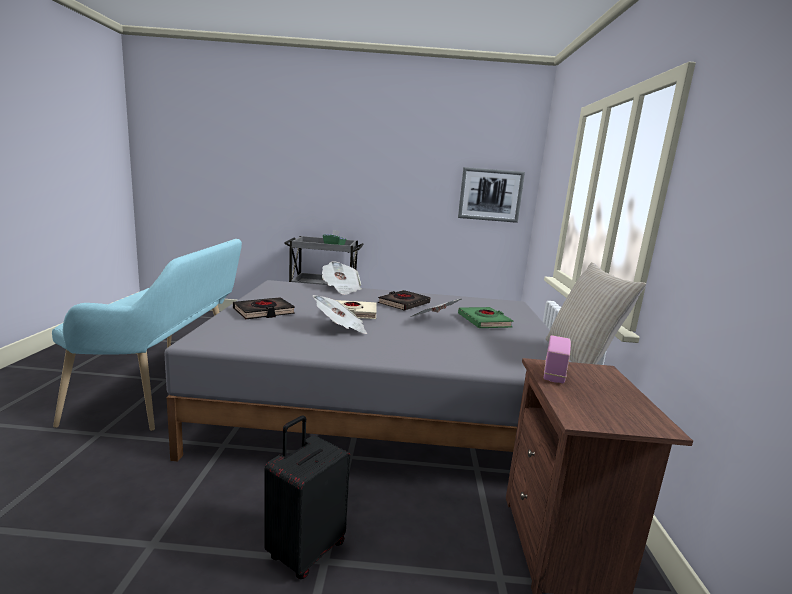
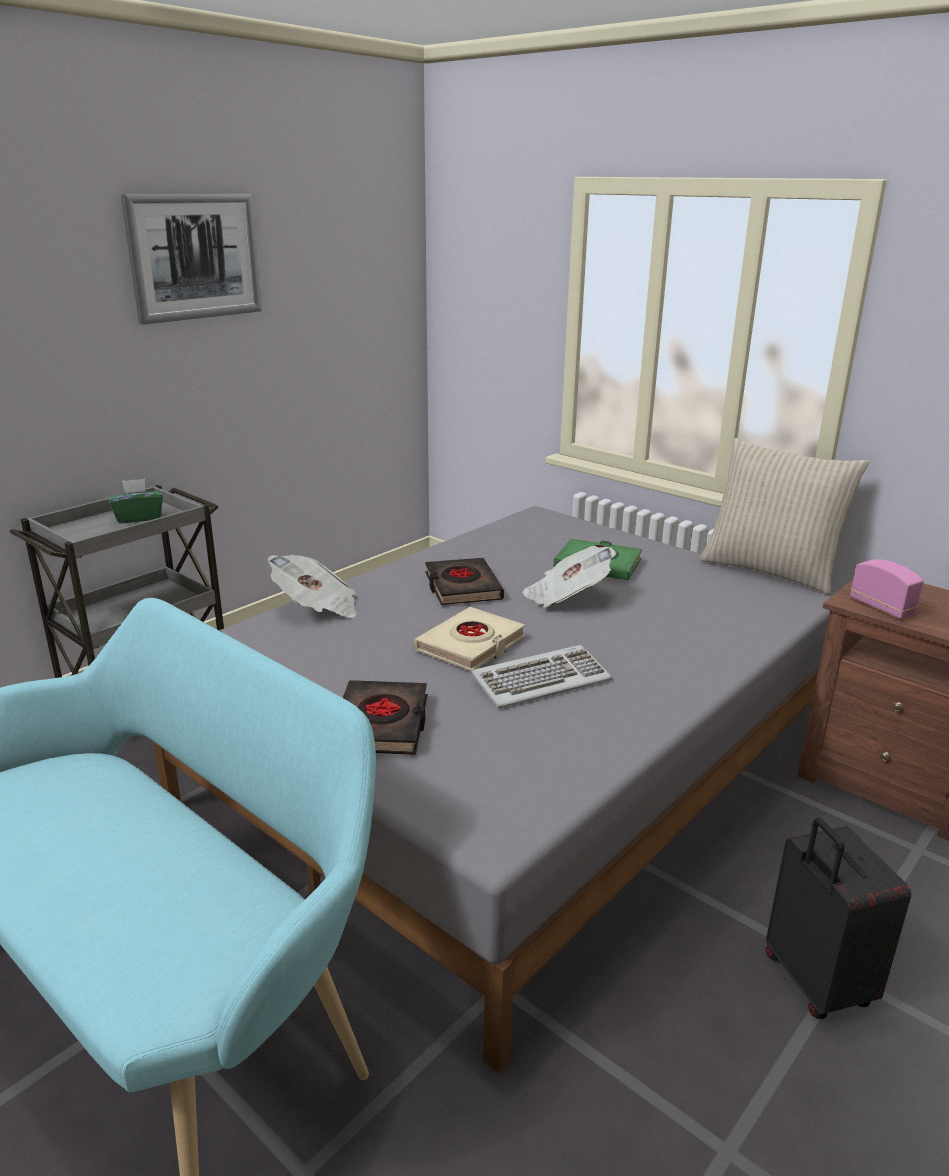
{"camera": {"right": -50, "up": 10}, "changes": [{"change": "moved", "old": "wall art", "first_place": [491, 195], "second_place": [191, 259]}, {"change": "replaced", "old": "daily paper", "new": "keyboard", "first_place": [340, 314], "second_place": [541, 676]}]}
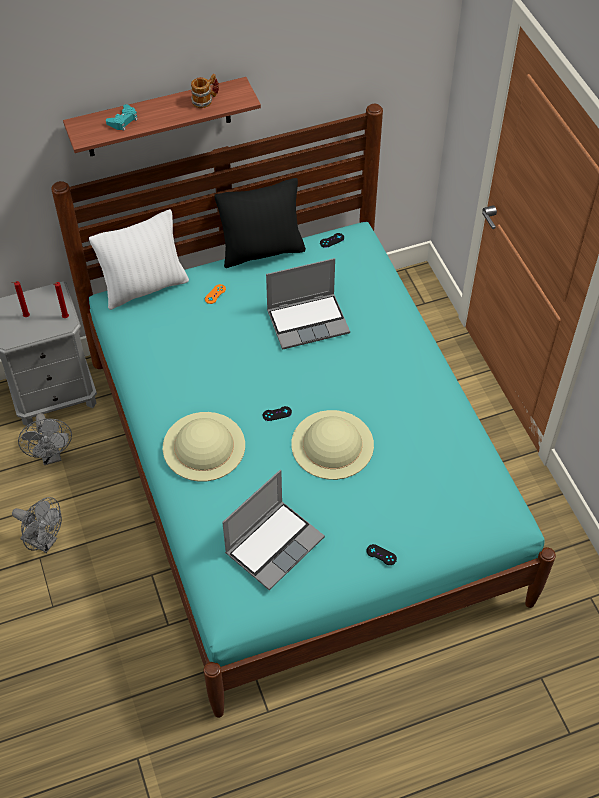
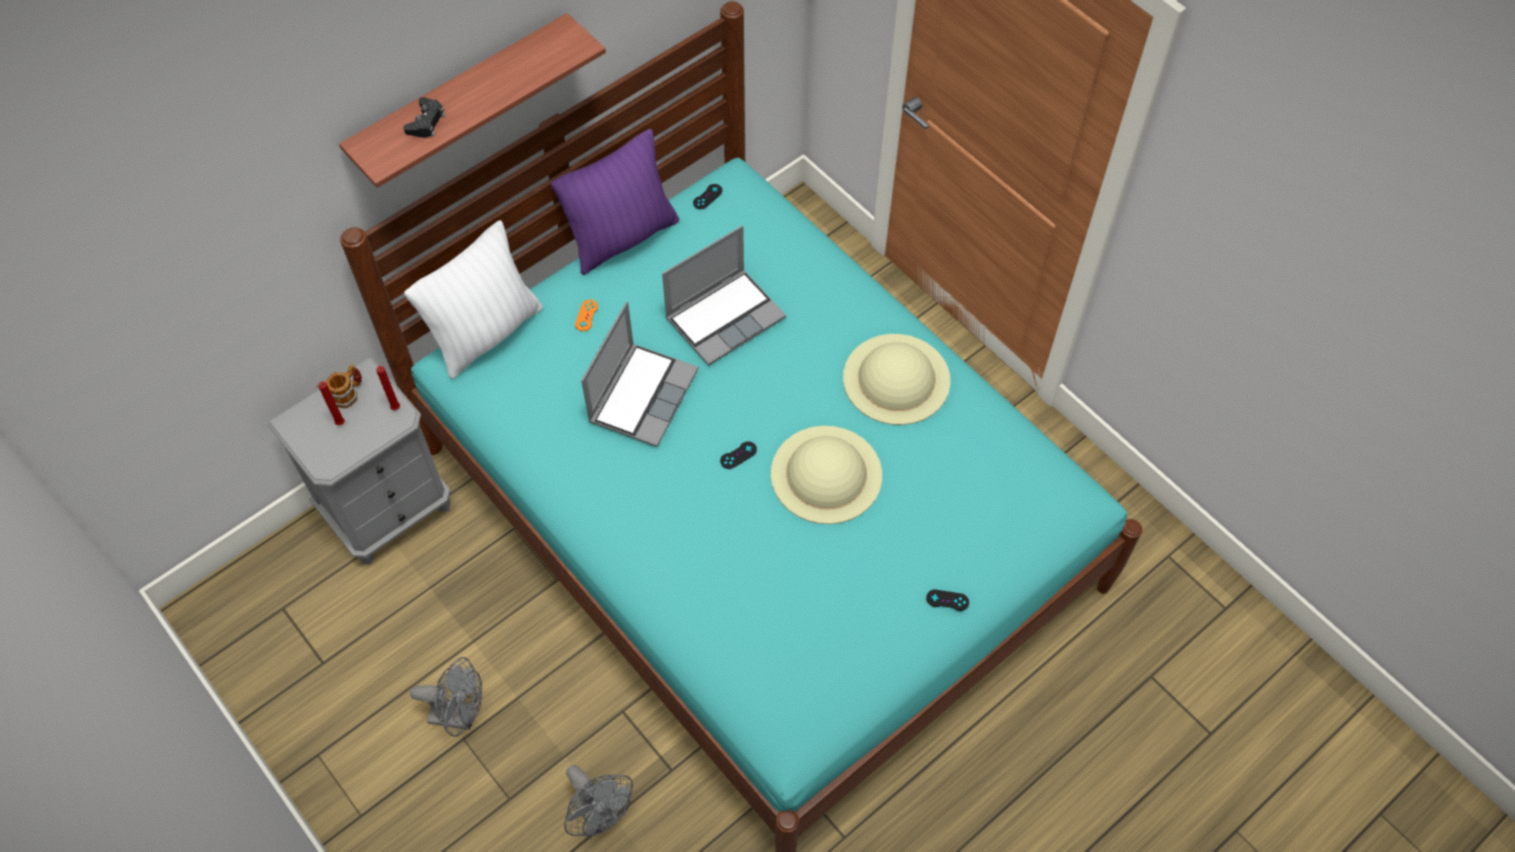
{"camera": {"right": -20, "up": 5}, "changes": [{"change": "moved", "old": "coffee mug", "first_place": [205, 91], "second_place": [344, 386]}, {"change": "recoloured", "old": "gamepad (turquoise)", "new": "gamepad (blackish)", "first_place": [122, 117], "second_place": [424, 117]}, {"change": "recoloured", "old": "pillow (blackish)", "new": "pillow (purple)", "first_place": [260, 223], "second_place": [615, 202]}, {"change": "moved", "old": "clothing hat (beige-coloured)", "first_place": [204, 447], "second_place": [896, 379]}, {"change": "moved", "old": "electric fan (gray)", "first_place": [45, 439], "second_place": [598, 800]}, {"change": "moved", "old": "portable computer", "first_place": [273, 530], "second_place": [639, 374]}]}
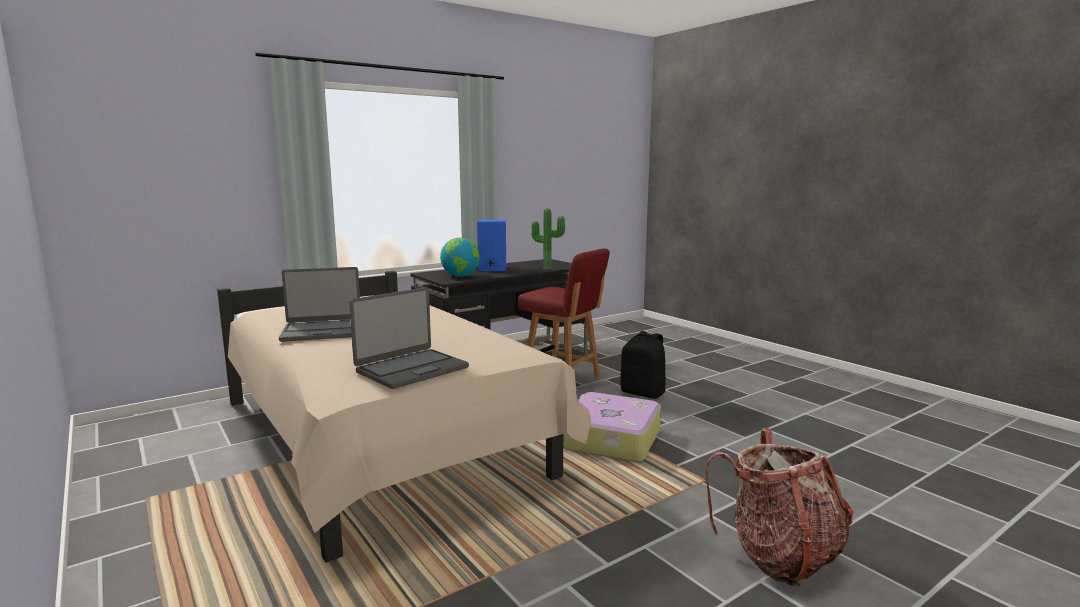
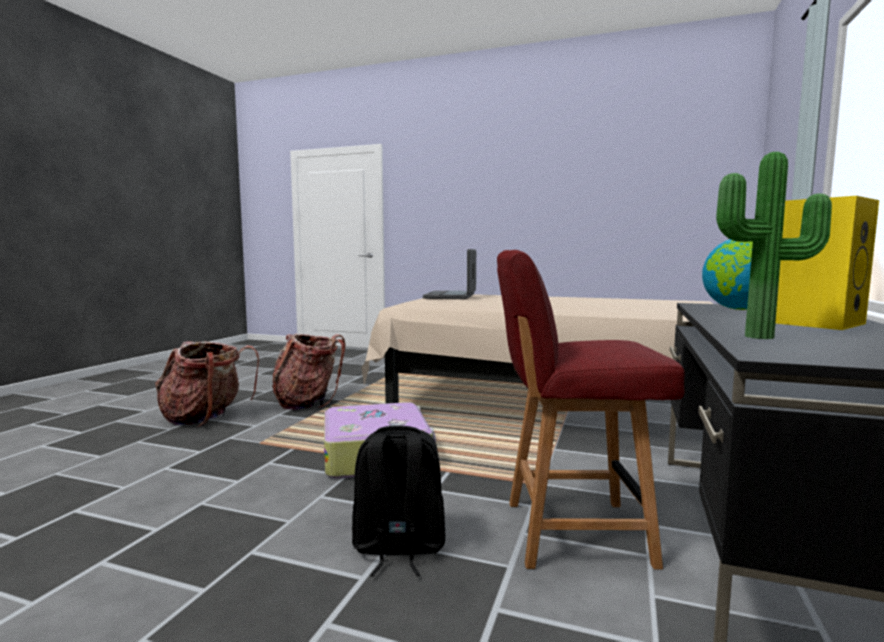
{"camera": {"right": 145, "up": -5}, "changes": [{"change": "recoloured", "old": "audio speaker (blue-coloured)", "new": "audio speaker (yellow)", "first_place": [491, 245], "second_place": [827, 263]}, {"change": "removed", "old": "portable computer", "first_place": [319, 304]}, {"change": "added", "new": "knapsack", "second_place": [309, 371]}]}
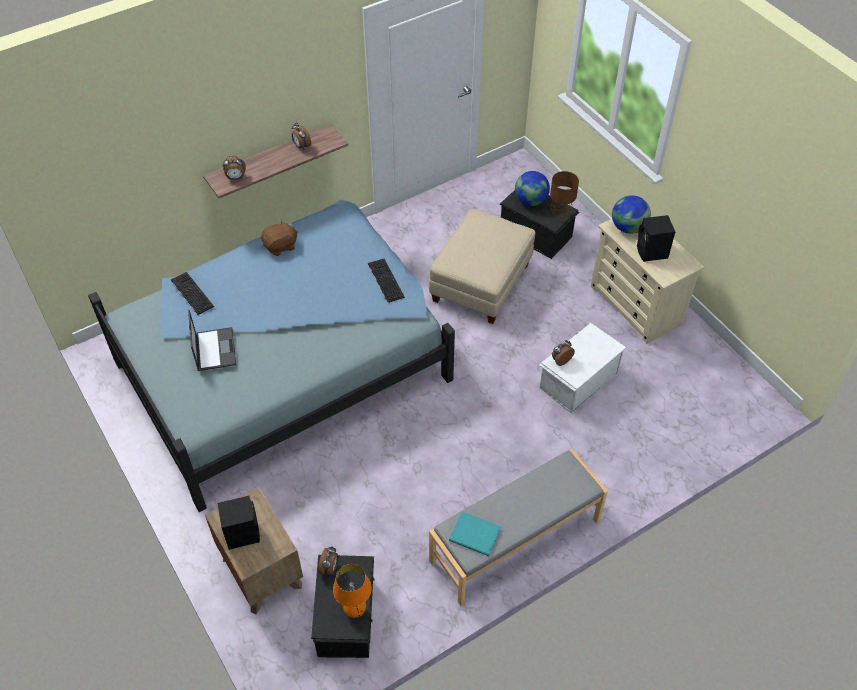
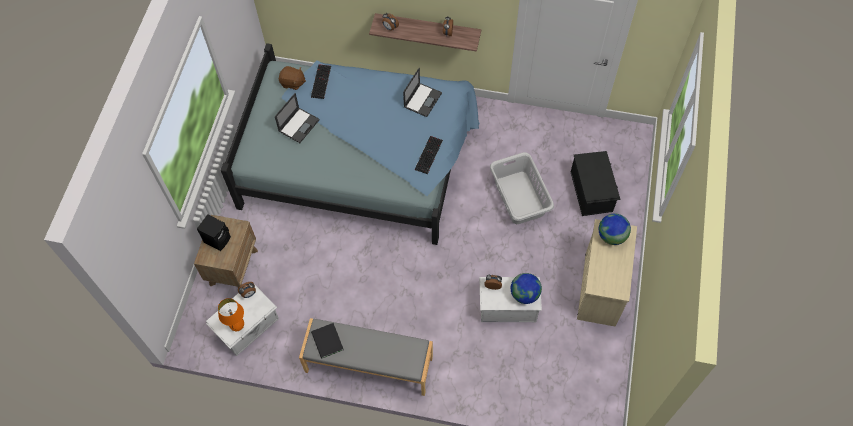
{"camera": {"right": 45, "up": 10}, "changes": [{"change": "moved", "old": "globe", "first_place": [532, 188], "second_place": [526, 288]}, {"change": "removed", "old": "lamp for a table (brownish)", "first_place": [564, 195]}, {"change": "replaced", "old": "ottoman (beige-coloured)", "new": "washing basket (gray)", "first_place": [482, 266], "second_place": [522, 188]}, {"change": "removed", "old": "audio speaker (blackish)", "first_place": [656, 238]}, {"change": "moved", "old": "cuddly toy (brownish)", "first_place": [279, 237], "second_place": [292, 78]}, {"change": "recoloured", "old": "bound book (turquoise)", "new": "bound book (blackish)", "first_place": [475, 533], "second_place": [327, 341]}, {"change": "recoloured", "old": "storage box (blackish)", "new": "storage box (whitish)", "first_place": [342, 606], "second_place": [242, 320]}, {"change": "added", "new": "portable computer", "second_place": [422, 92]}]}
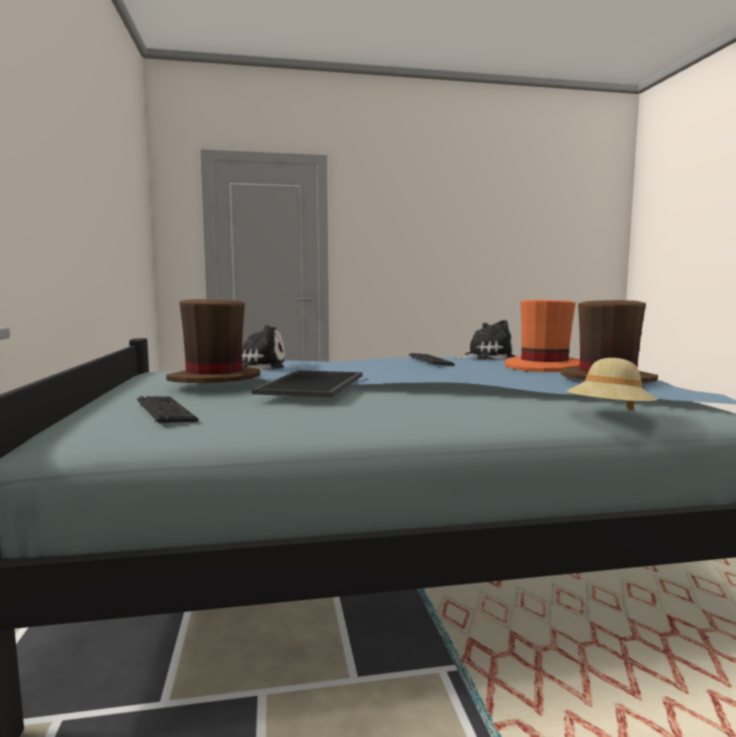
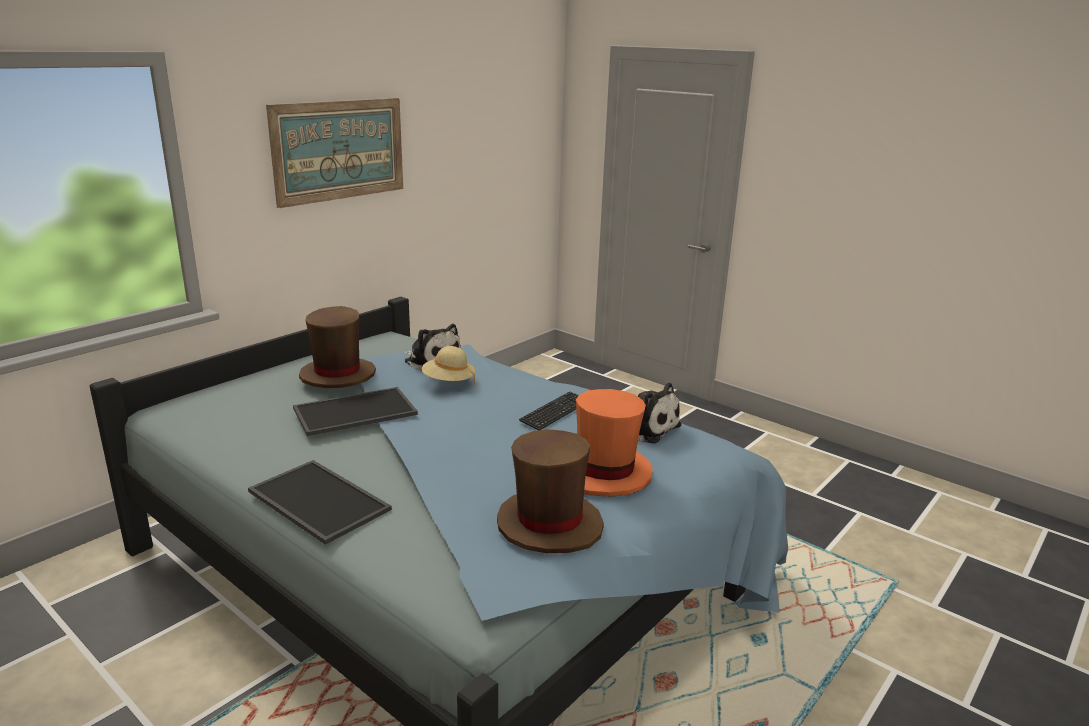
{"camera": {"right": 50, "up": 15}, "changes": [{"change": "moved", "old": "clothing hat (beige-coloured)", "first_place": [612, 384], "second_place": [448, 365]}, {"change": "removed", "old": "keyboard", "first_place": [167, 409]}, {"change": "added", "new": "wall art", "second_place": [334, 153]}, {"change": "added", "new": "tray", "second_place": [320, 502]}]}
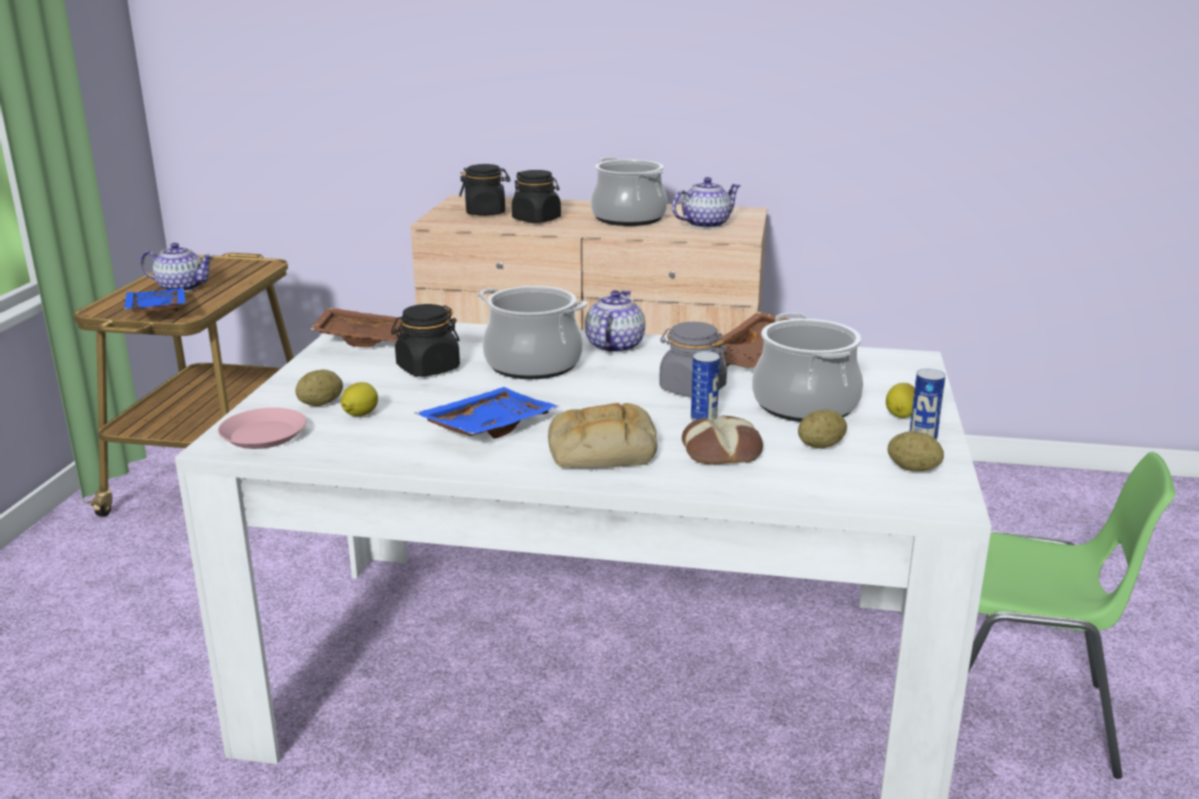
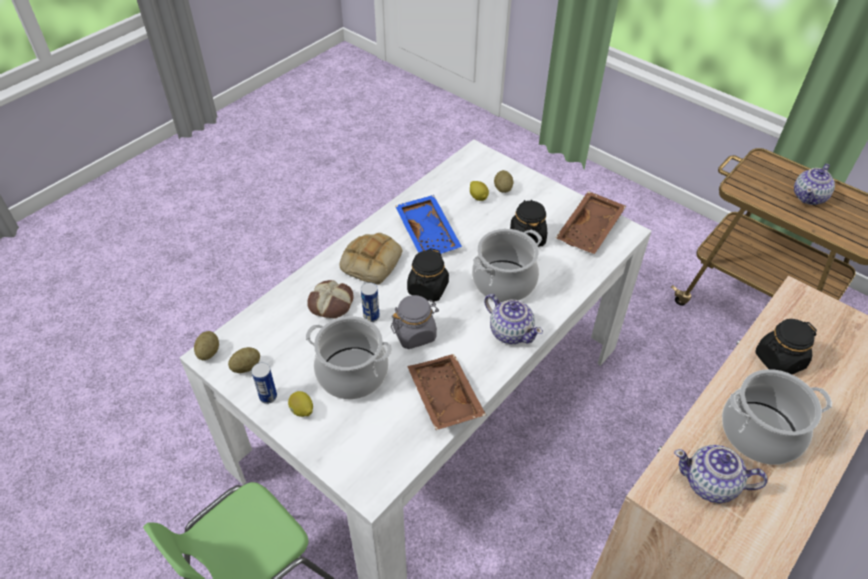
{"camera": {"right": 120, "up": 25}, "changes": [{"change": "moved", "old": "storage jar (blackish)", "first_place": [484, 190], "second_place": [428, 275]}, {"change": "turned", "old": "pot for tea", "first_place": [706, 203], "second_place": [721, 474], "degrees": 105}, {"change": "removed", "old": "tray (blue-coloured)", "first_place": [155, 300]}, {"change": "removed", "old": "plate (pinkish)", "first_place": [262, 428]}, {"change": "moved", "old": "potato", "first_place": [822, 429], "second_place": [206, 345]}]}
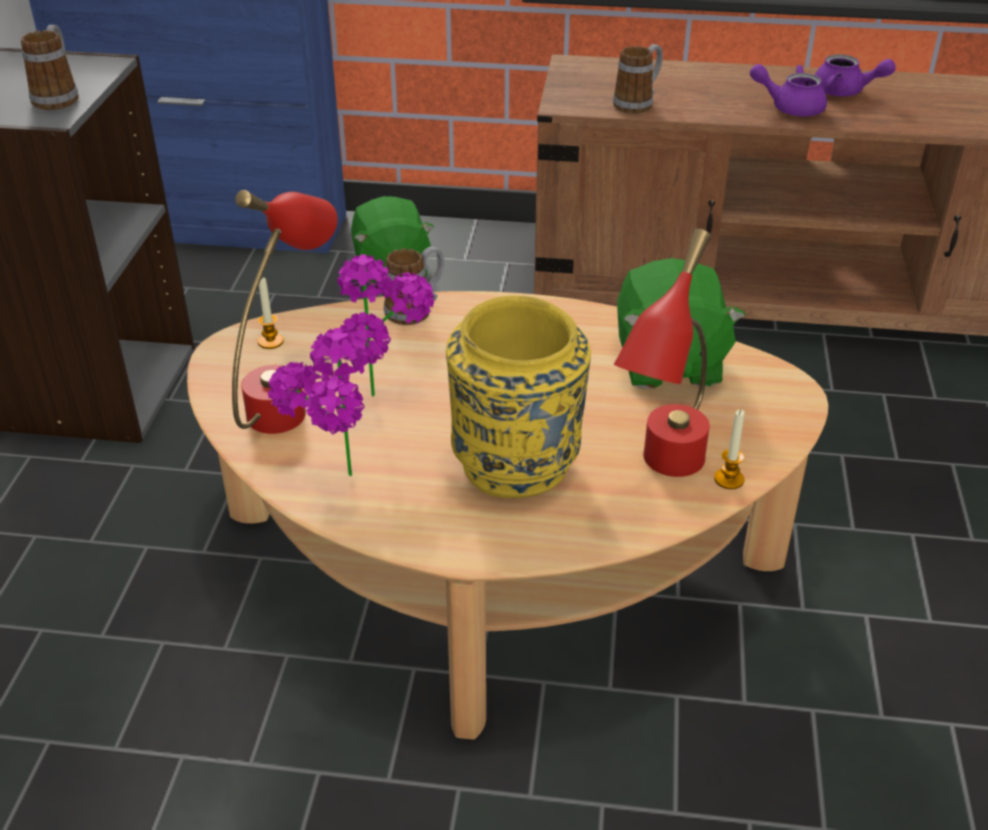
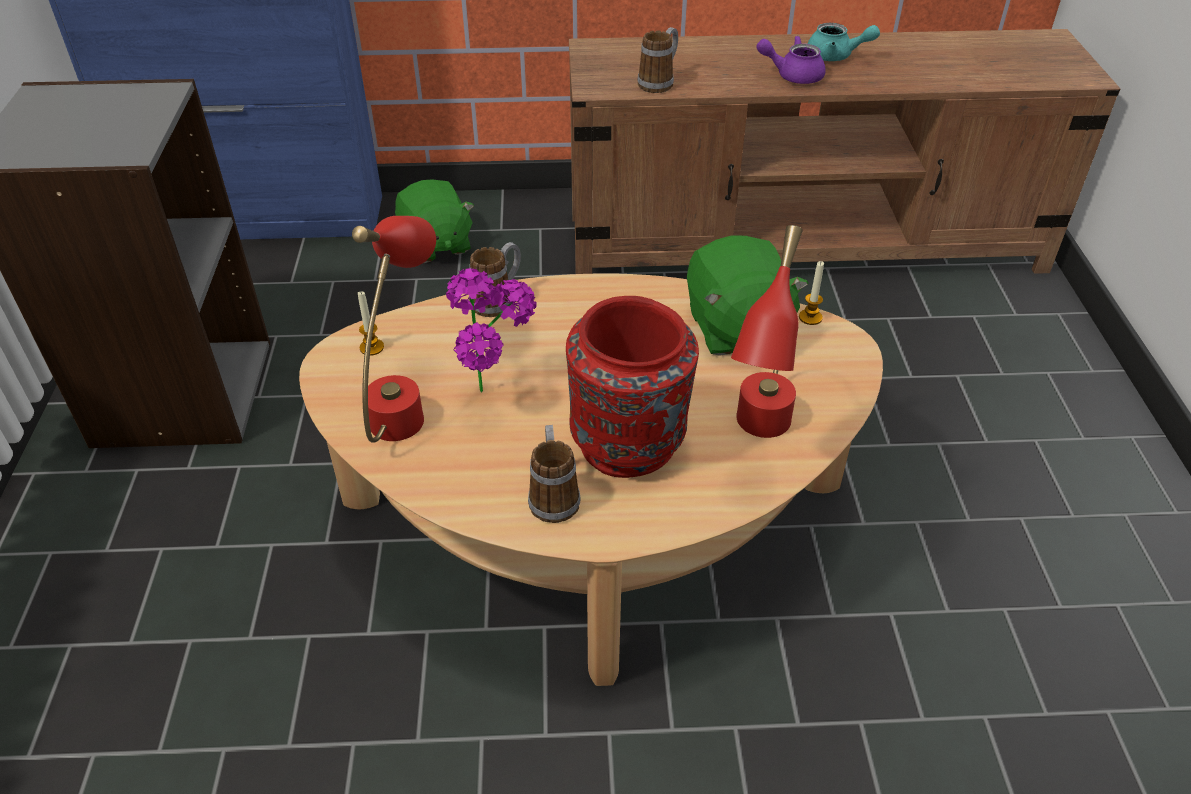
{"camera": {"right": -10, "up": 5}, "changes": [{"change": "moved", "old": "coffee mug", "first_place": [50, 67], "second_place": [554, 474]}, {"change": "recoloured", "old": "pot for tea (purple)", "new": "pot for tea (turquoise)", "first_place": [855, 75], "second_place": [843, 42]}, {"change": "recoloured", "old": "vase (yellow)", "new": "vase (red-coloured)", "first_place": [518, 397], "second_place": [632, 387]}, {"change": "removed", "old": "houseplant", "first_place": [318, 402]}, {"change": "moved", "old": "candle", "first_place": [729, 449], "second_place": [811, 293]}]}
